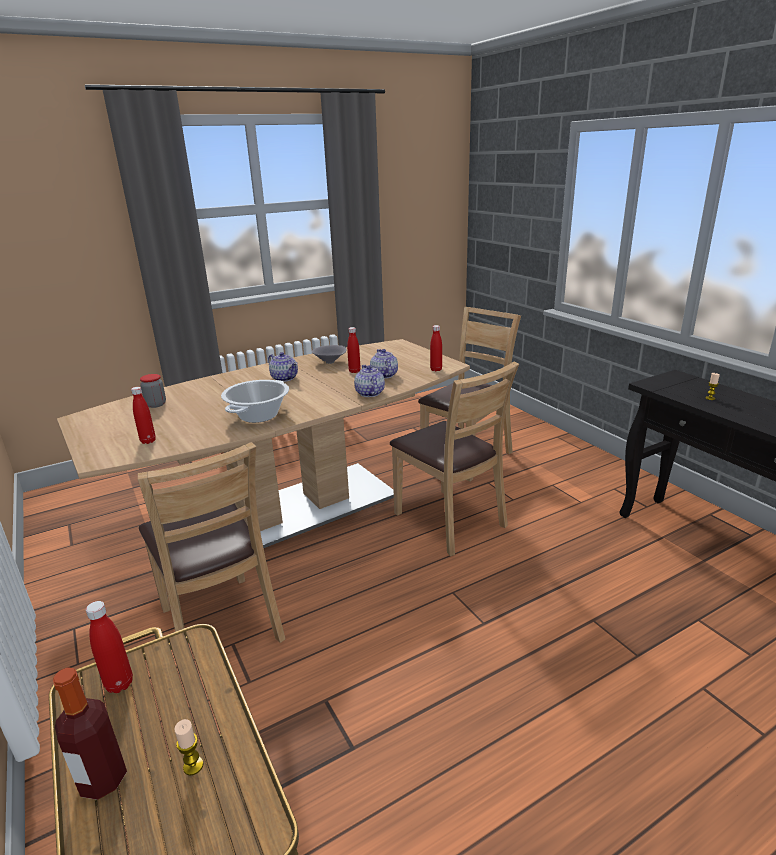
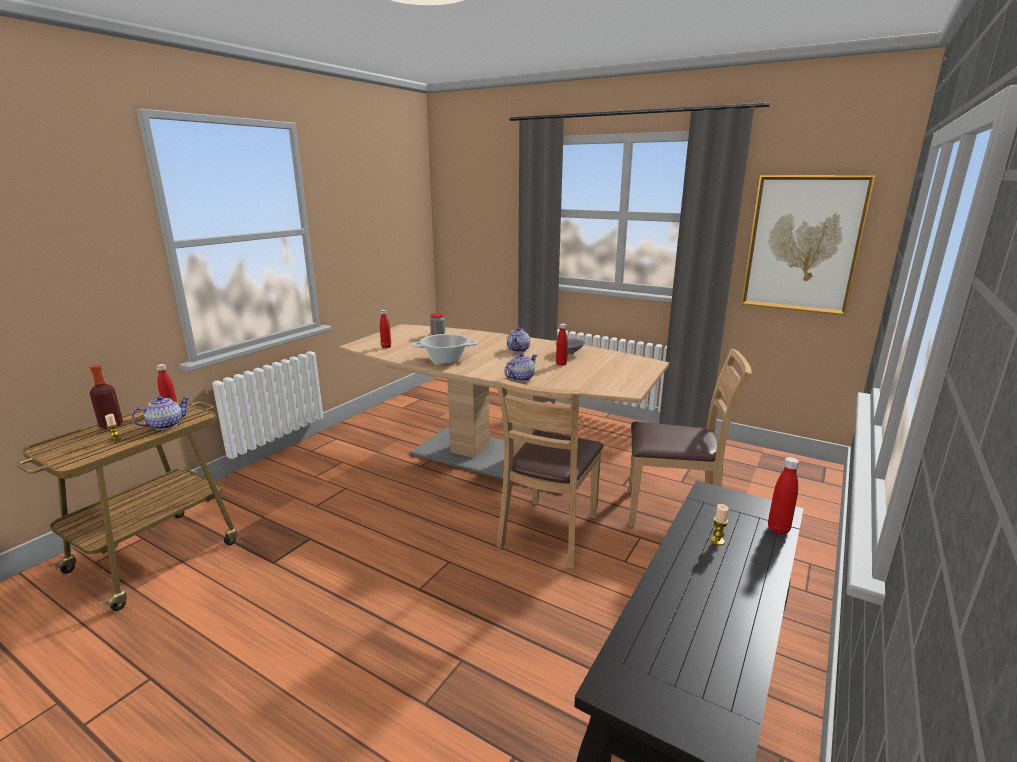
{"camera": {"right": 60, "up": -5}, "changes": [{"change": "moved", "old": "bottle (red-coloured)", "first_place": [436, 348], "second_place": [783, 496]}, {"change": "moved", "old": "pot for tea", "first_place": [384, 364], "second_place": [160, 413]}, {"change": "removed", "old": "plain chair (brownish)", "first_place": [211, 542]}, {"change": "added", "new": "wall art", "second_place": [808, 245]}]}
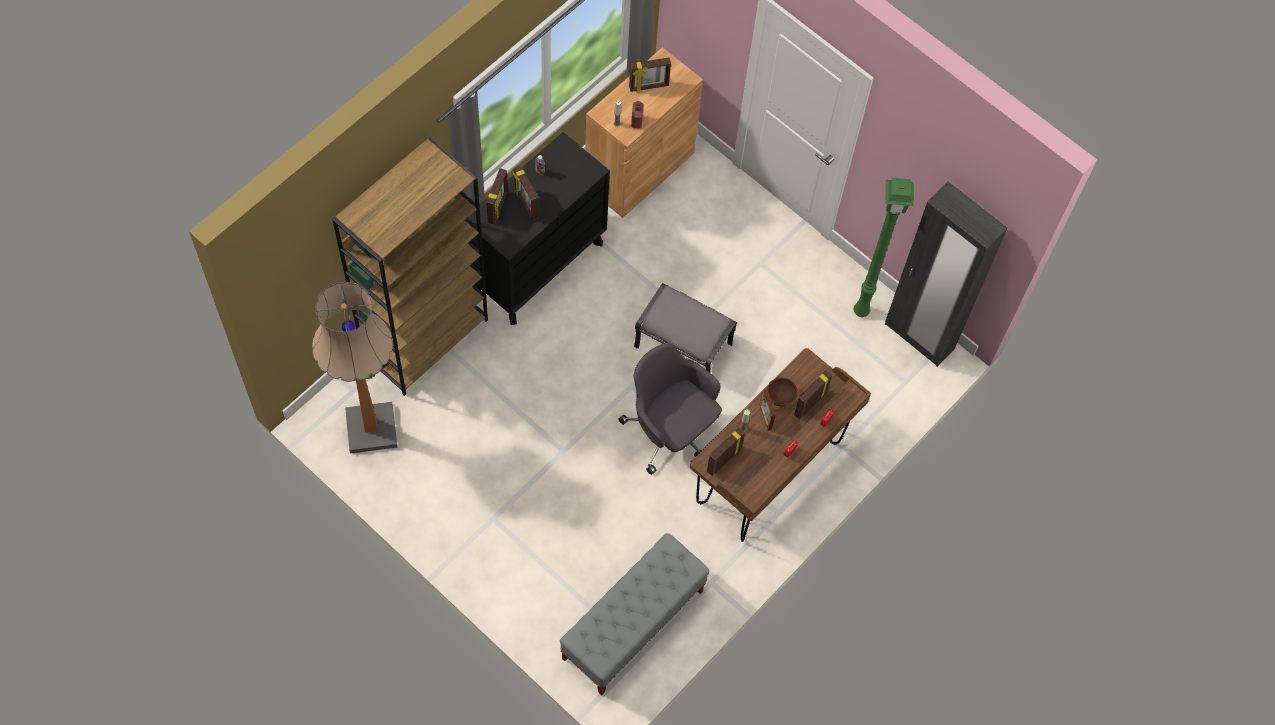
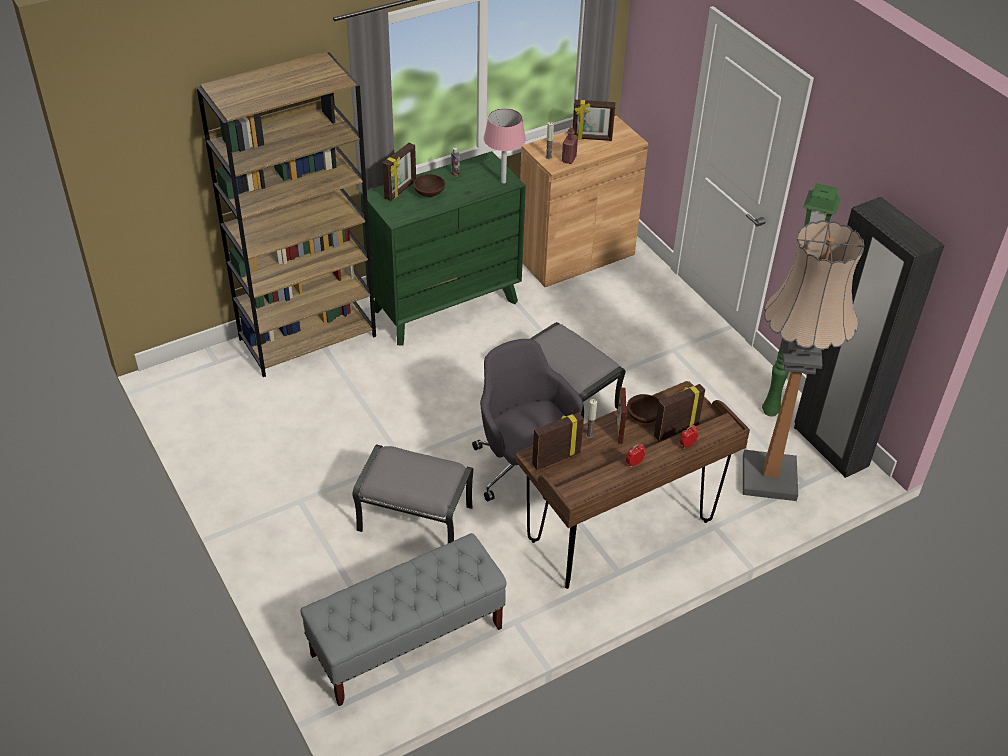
{"camera": {"right": 20, "up": -20}, "changes": [{"change": "recoloured", "old": "drawer chest (blackish)", "new": "drawer chest (green-coloured)", "first_place": [539, 228], "second_place": [443, 248]}, {"change": "replaced", "old": "photo frame", "new": "bowl (brownish)", "first_place": [525, 193], "second_place": [429, 185]}, {"change": "moved", "old": "standing lamp", "first_place": [354, 368], "second_place": [803, 360]}, {"change": "added", "new": "lamp for a table (pinkish)", "second_place": [504, 146]}, {"change": "added", "new": "ottoman (gray)", "second_place": [412, 494]}]}
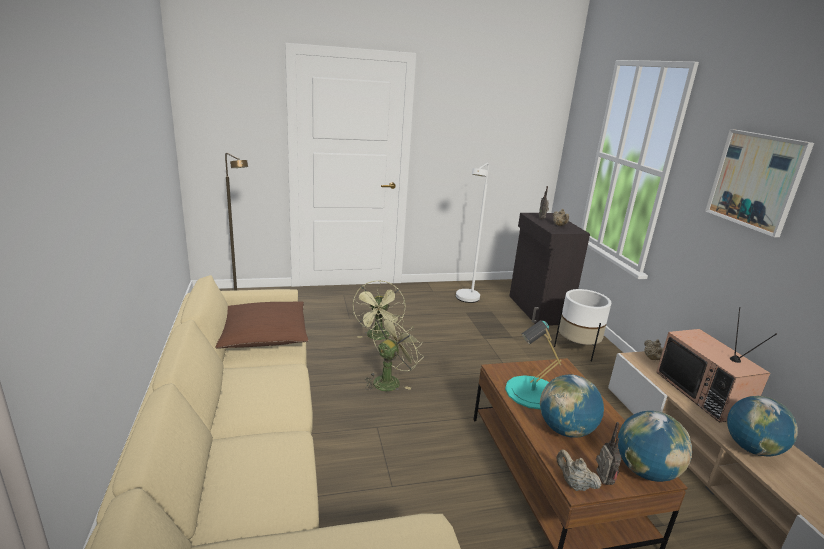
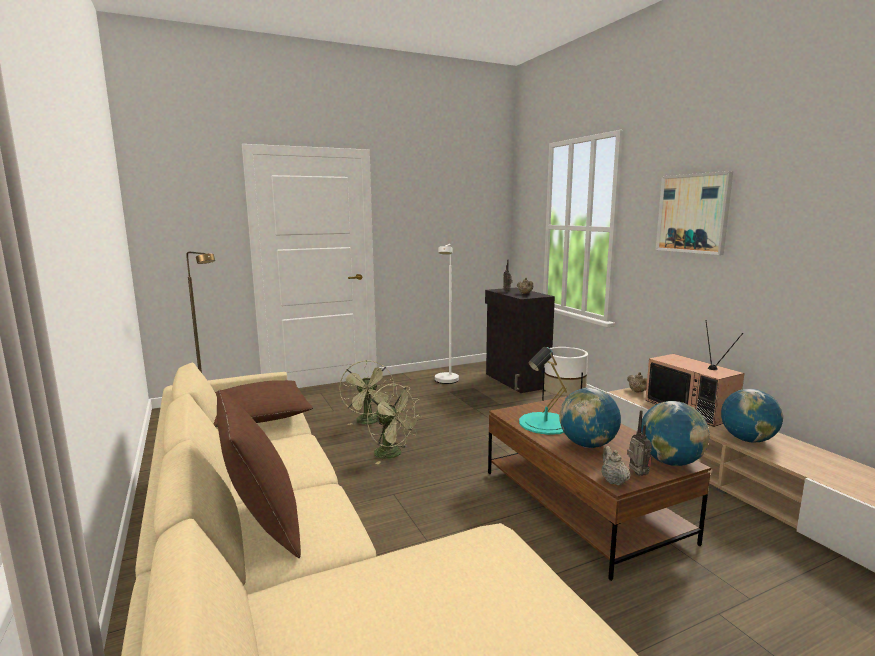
{"camera": {"right": -10, "up": -10}, "changes": [{"change": "turned", "old": "electric fan (green-coloured)", "first_place": [394, 352], "second_place": [394, 424], "degrees": 105}, {"change": "turned", "old": "pot for tea (beige-coloured)", "first_place": [579, 470], "second_place": [616, 466], "degrees": 45}, {"change": "added", "new": "pillow (brownish)", "second_place": [259, 474]}]}
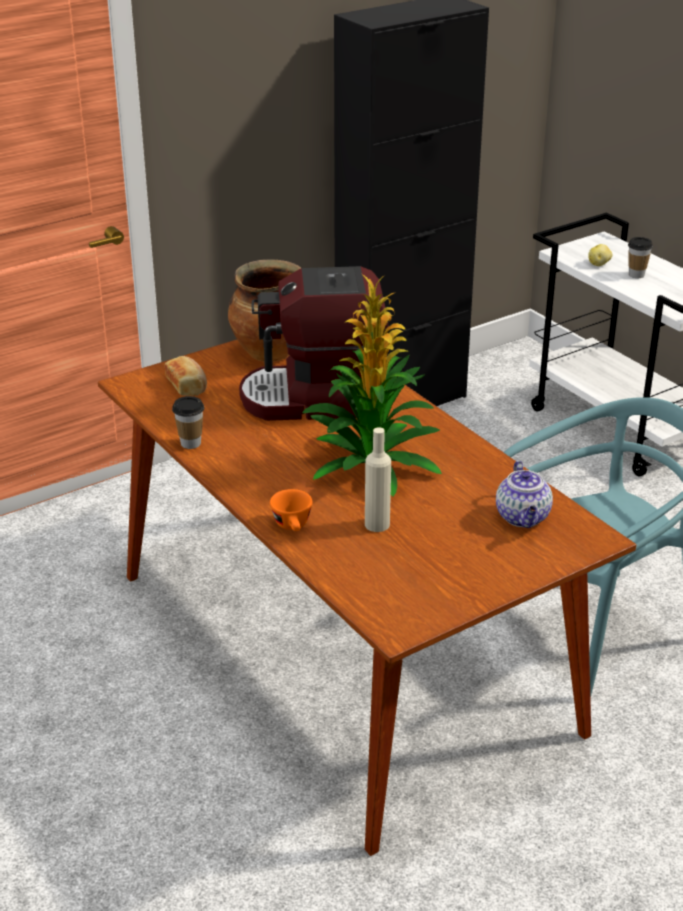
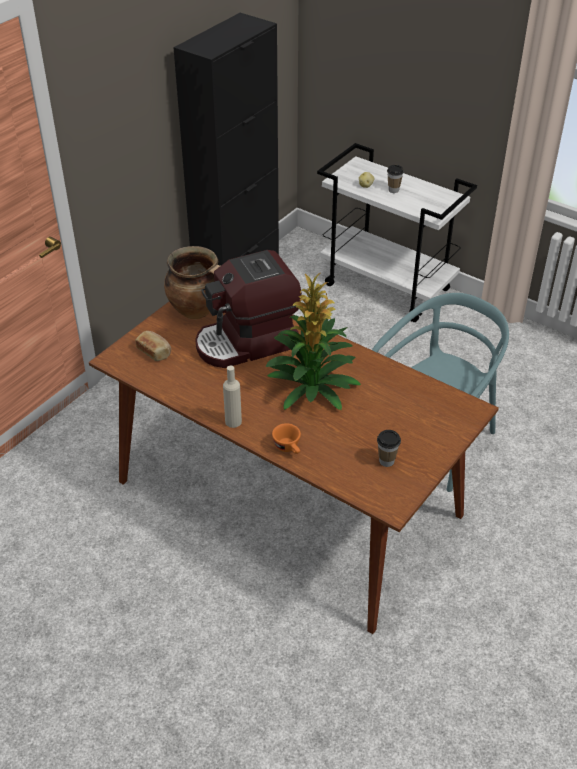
{"camera": {"right": -20, "up": 10}, "changes": [{"change": "moved", "old": "small cup", "first_place": [188, 422], "second_place": [389, 448]}, {"change": "moved", "old": "bottle (beige-coloured)", "first_place": [378, 479], "second_place": [232, 396]}, {"change": "removed", "old": "pot for tea", "first_place": [524, 494]}]}
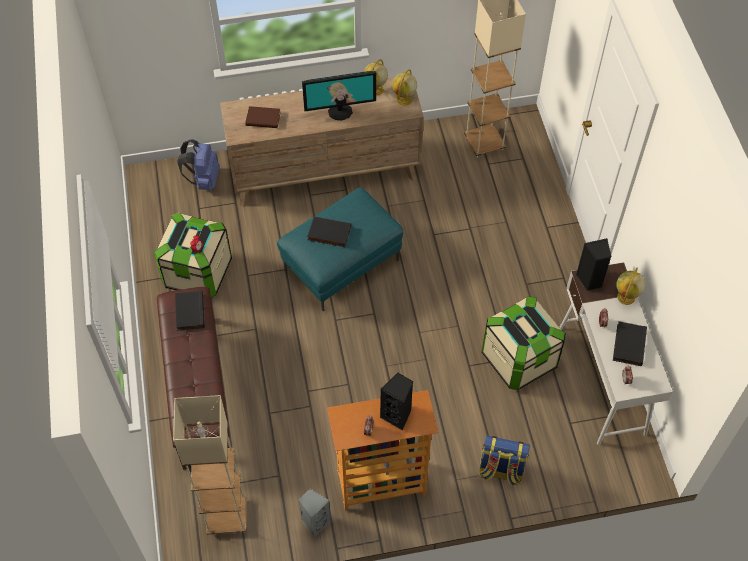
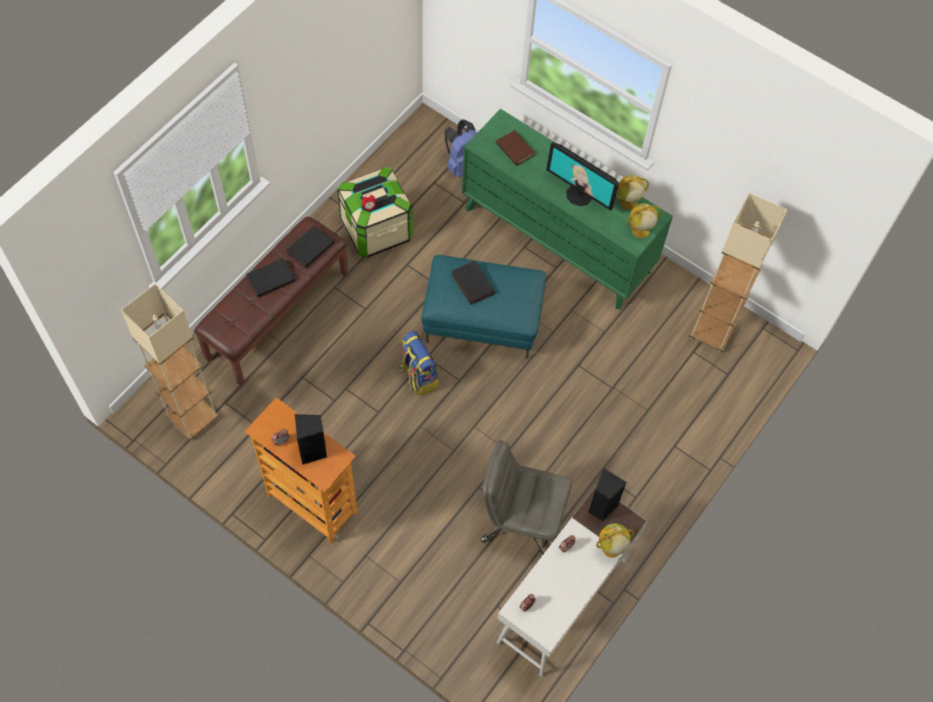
{"camera": {"right": 45, "up": 5}, "changes": [{"change": "recoloured", "old": "drawer chest (brownish)", "new": "drawer chest (green-coloured)", "first_place": [322, 142], "second_place": [567, 209]}, {"change": "replaced", "old": "storage box", "new": "desk chair (gray)", "first_place": [523, 343], "second_place": [526, 498]}, {"change": "moved", "old": "bound book (blackish)", "first_place": [630, 343], "second_place": [270, 277]}, {"change": "moved", "old": "knapsack", "first_place": [504, 461], "second_place": [419, 363]}, {"change": "removed", "old": "audio speaker (gray)", "first_place": [315, 513]}]}
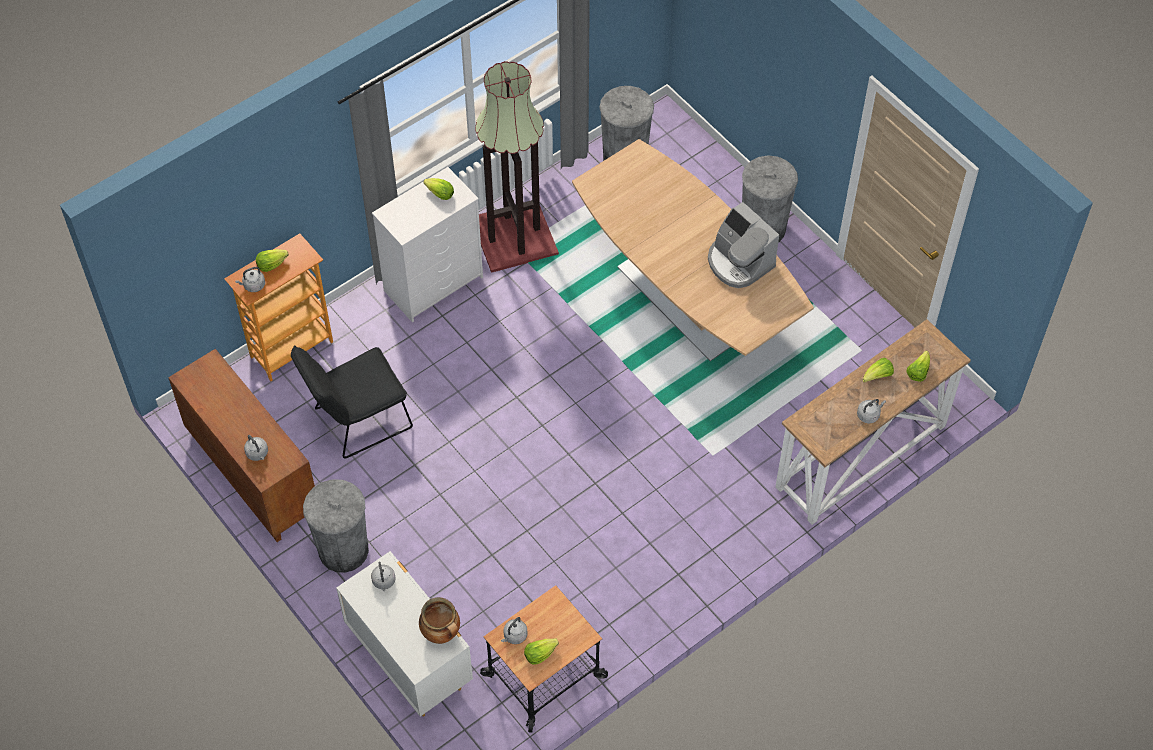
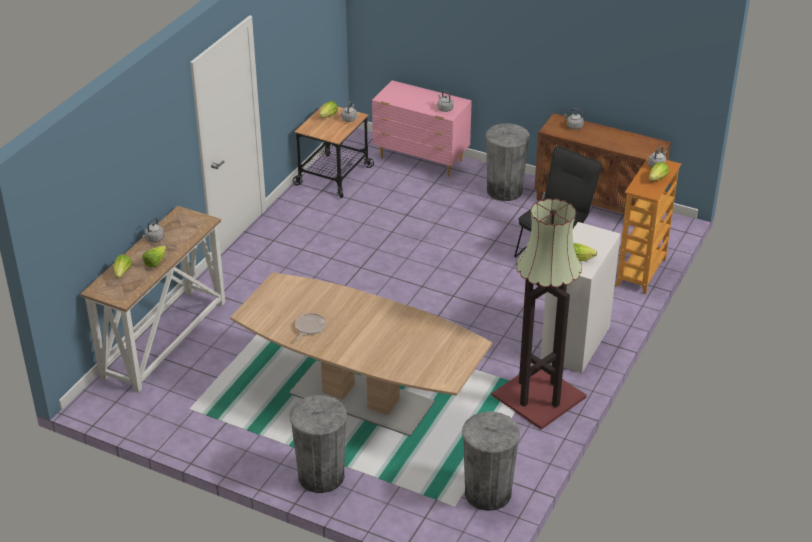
{"camera": {"right": 155, "up": -20}, "changes": [{"change": "replaced", "old": "coffee maker", "new": "pan", "first_place": [743, 245], "second_place": [310, 327]}, {"change": "recoloured", "old": "drawer chest (whitish)", "new": "drawer chest (pinkish)", "first_place": [404, 634], "second_place": [422, 128]}, {"change": "removed", "old": "saucepot", "first_place": [439, 620]}]}
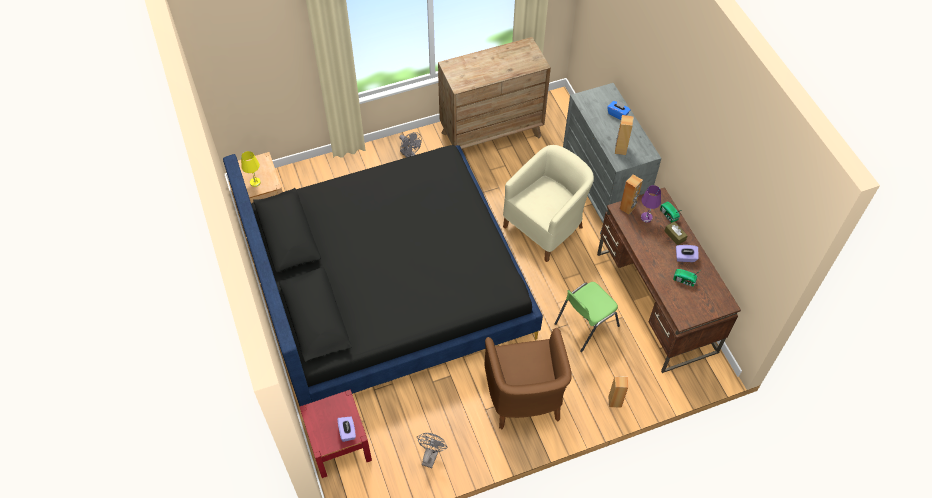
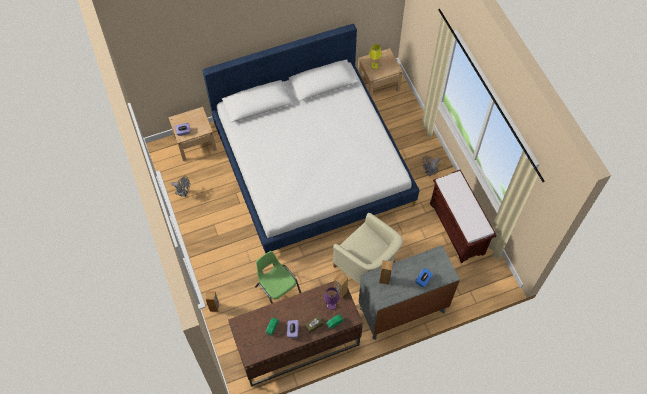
{"camera": {"right": 90, "up": 5}, "changes": [{"change": "replaced", "old": "drawer chest (brownish)", "new": "long seat (brownish)", "first_place": [494, 93], "second_place": [463, 216]}, {"change": "recoloured", "old": "bed (blackish)", "new": "bed (whitish)", "first_place": [383, 275], "second_place": [311, 138]}, {"change": "removed", "old": "armchair (brownish)", "first_place": [528, 378]}, {"change": "recoloured", "old": "bedside table (red-coloured)", "new": "bedside table (beige-coloured)", "first_place": [336, 434], "second_place": [192, 134]}]}
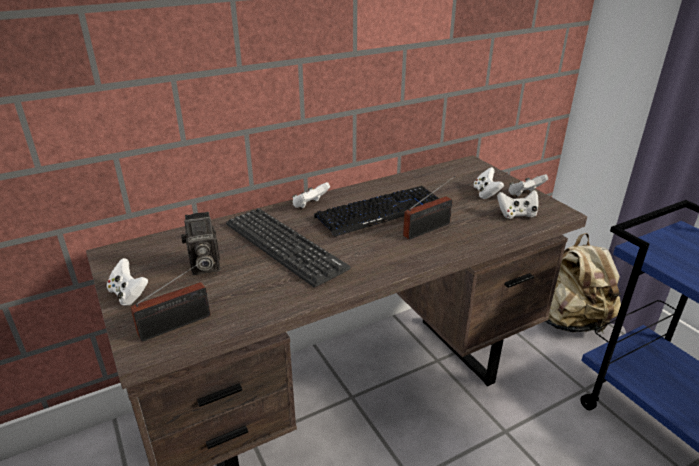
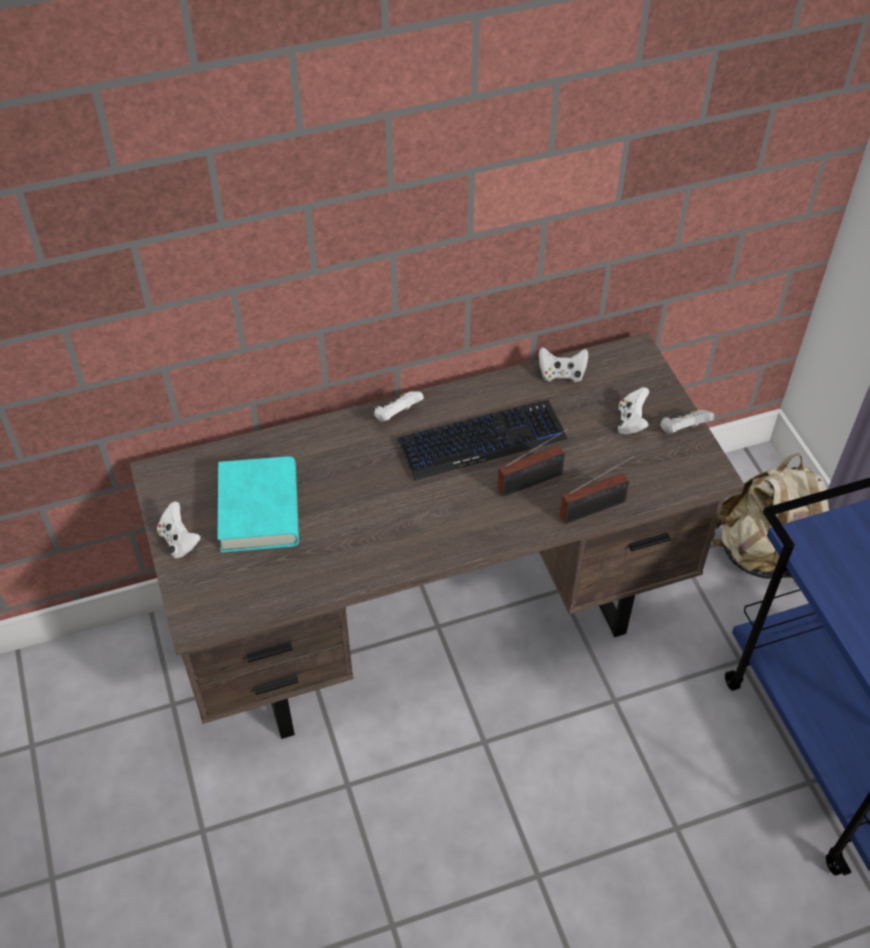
{"camera": {"right": 10, "up": 20}, "changes": [{"change": "moved", "old": "gamepad (whitish)", "first_place": [518, 204], "second_place": [563, 364]}, {"change": "removed", "old": "keyboard", "first_place": [288, 248]}, {"change": "replaced", "old": "still camera", "new": "bound book (turquoise)", "first_place": [200, 243], "second_place": [258, 504]}, {"change": "moved", "old": "radio set", "first_place": [170, 300], "second_place": [598, 489]}]}
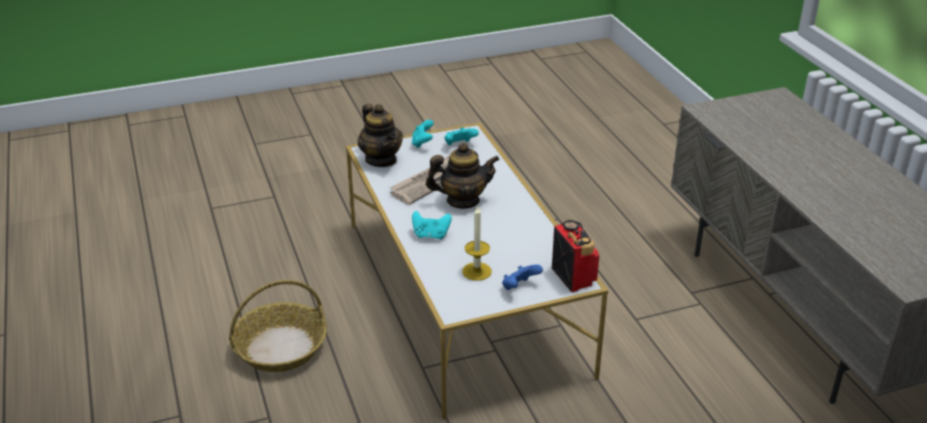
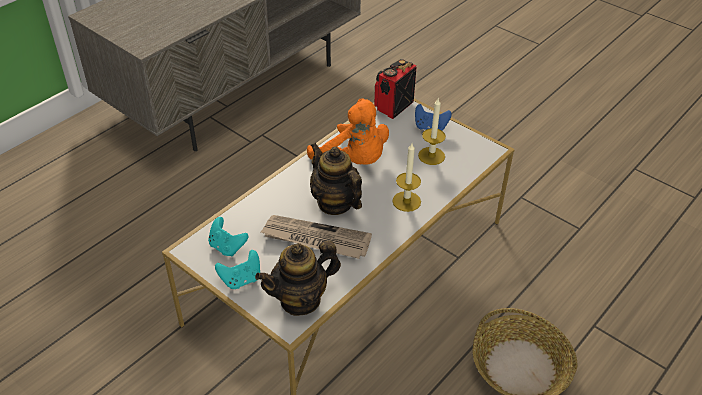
{"camera": {"right": -120, "up": 10}, "changes": [{"change": "turned", "old": "pot for tea", "first_place": [380, 135], "second_place": [298, 278], "degrees": -150}, {"change": "replaced", "old": "gamepad (turquoise)", "new": "candle", "first_place": [432, 225], "second_place": [406, 177]}, {"change": "added", "new": "cuddly toy (orange-coloured)", "second_place": [348, 131]}]}
